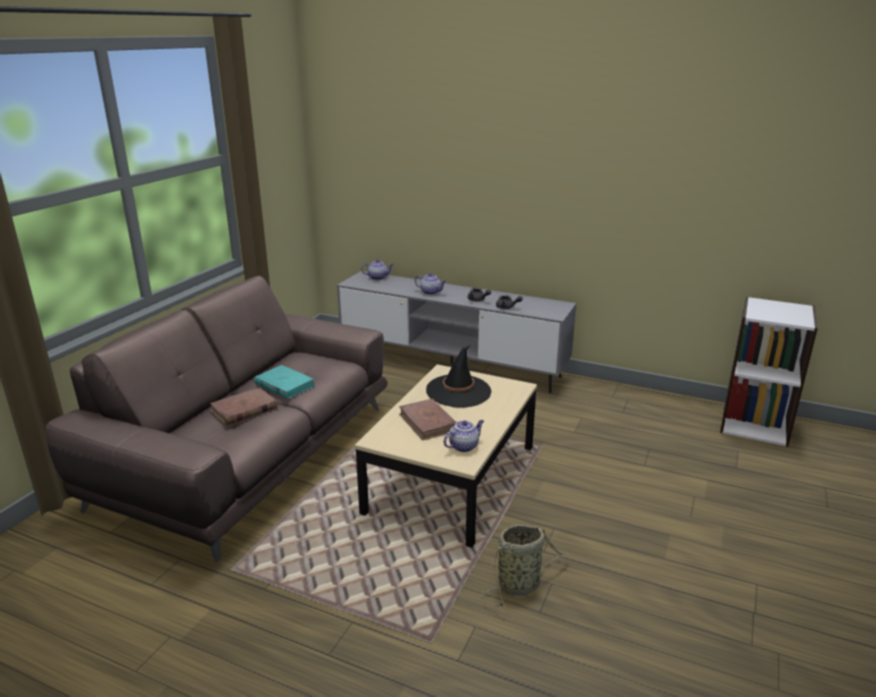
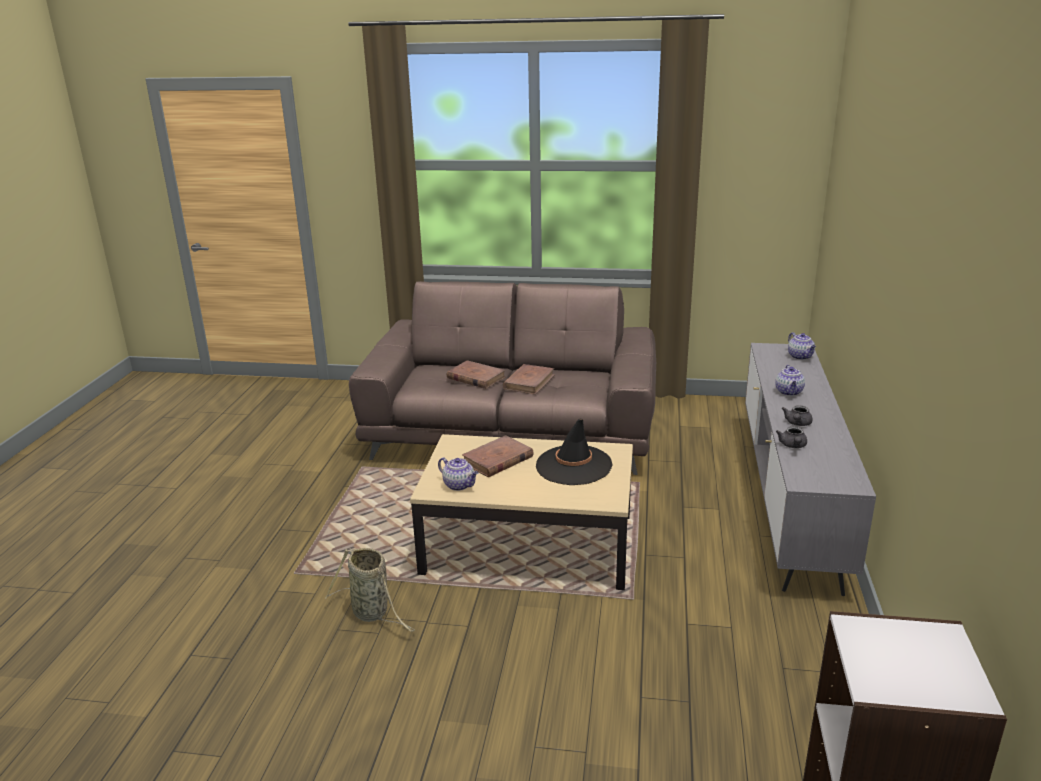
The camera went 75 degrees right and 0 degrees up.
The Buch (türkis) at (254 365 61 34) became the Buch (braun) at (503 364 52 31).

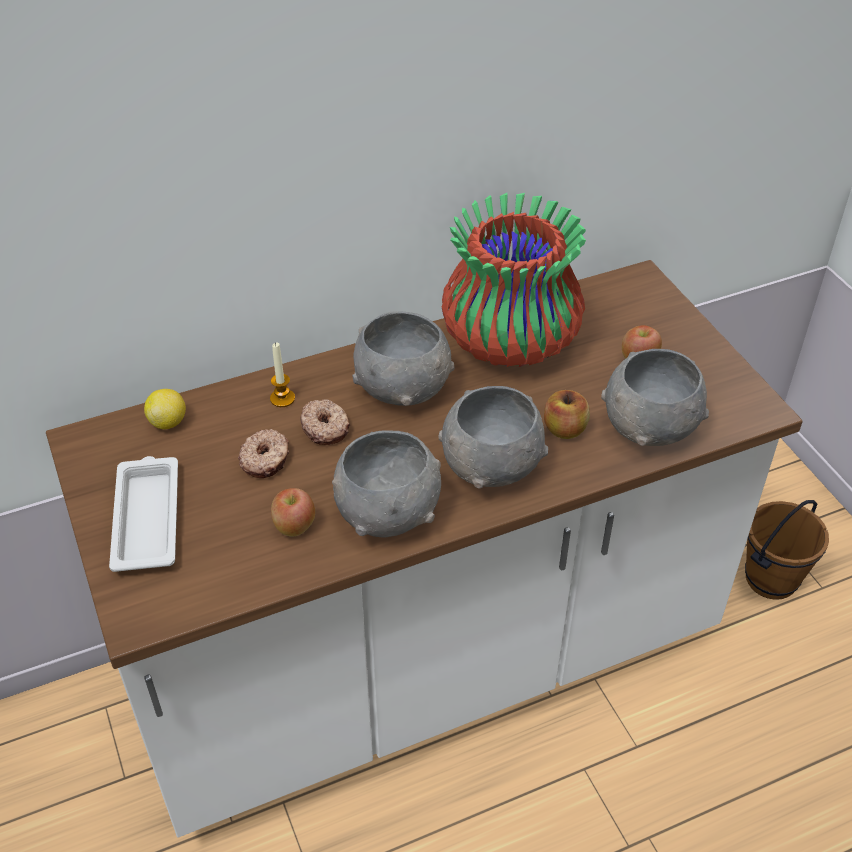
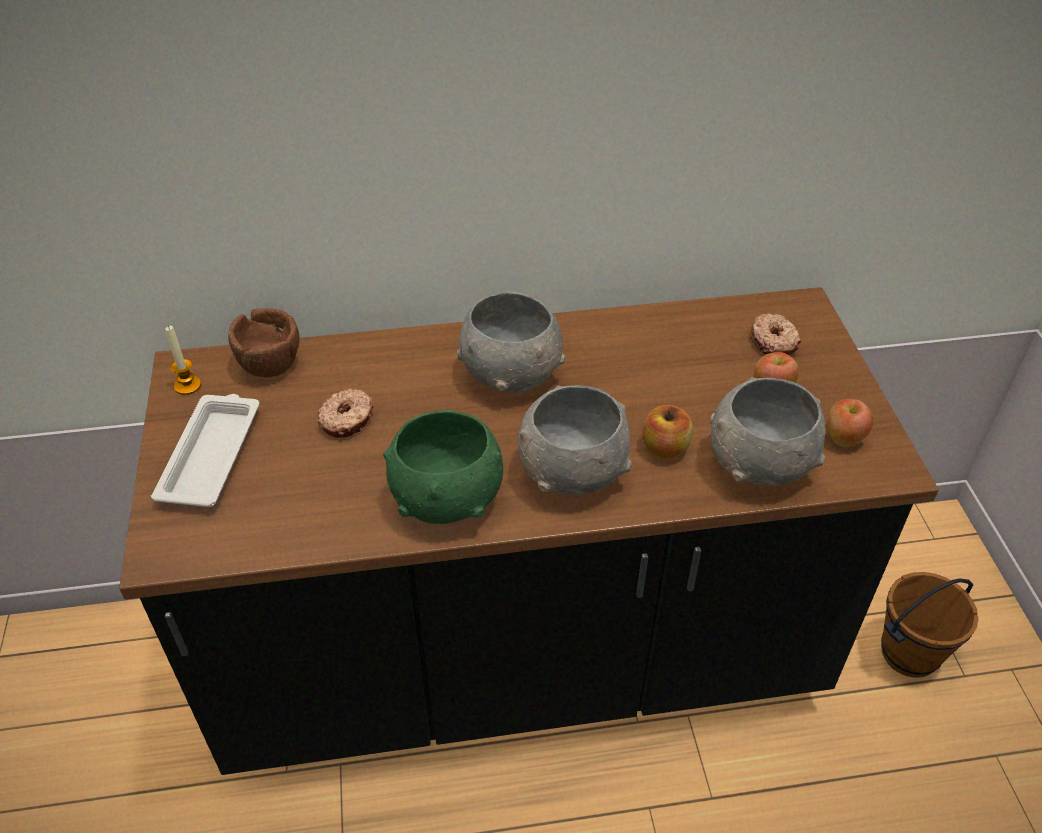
The camera went 15 degrees right and 0 degrees up.
The Küchenzeile (weiß) at (46 260 757 577) became the Küchenzeile (schwarz) at (119 287 820 488).
The Kerze moved from (270 342 25 65) to (165 325 36 70).
The Zitrone at (144 389 42 40) was replaced by the Schüssel (braun) at (228 308 72 70).
The Schüssel (grau) at (332 430 109 108) became the Schüssel (grün) at (383 410 120 114).
The Donut moved from (300 399 50 46) to (751 313 50 42).
The Apfel moved from (271 488 44 49) to (827 399 46 48).
The Vase at (442 193 144 174) disappeared.

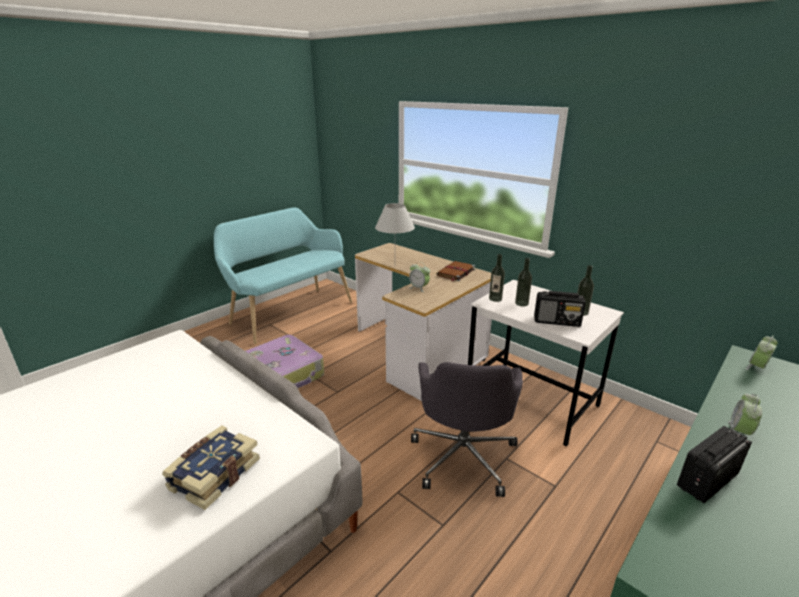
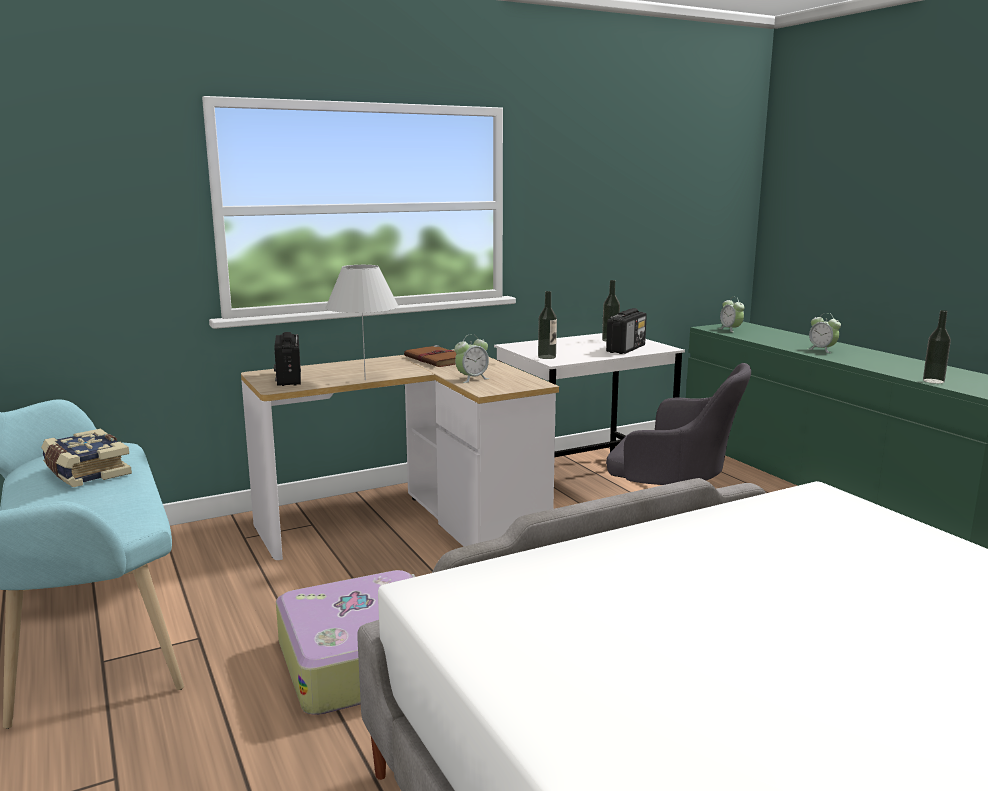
The camera went 70 degrees left and 10 degrees down.
The Buch moved from (162 425 98 85) to (41 429 91 58).
The Radio moved from (677 426 75 77) to (274 332 27 54).
The Flasche moved from (515 258 17 48) to (923 310 28 74).

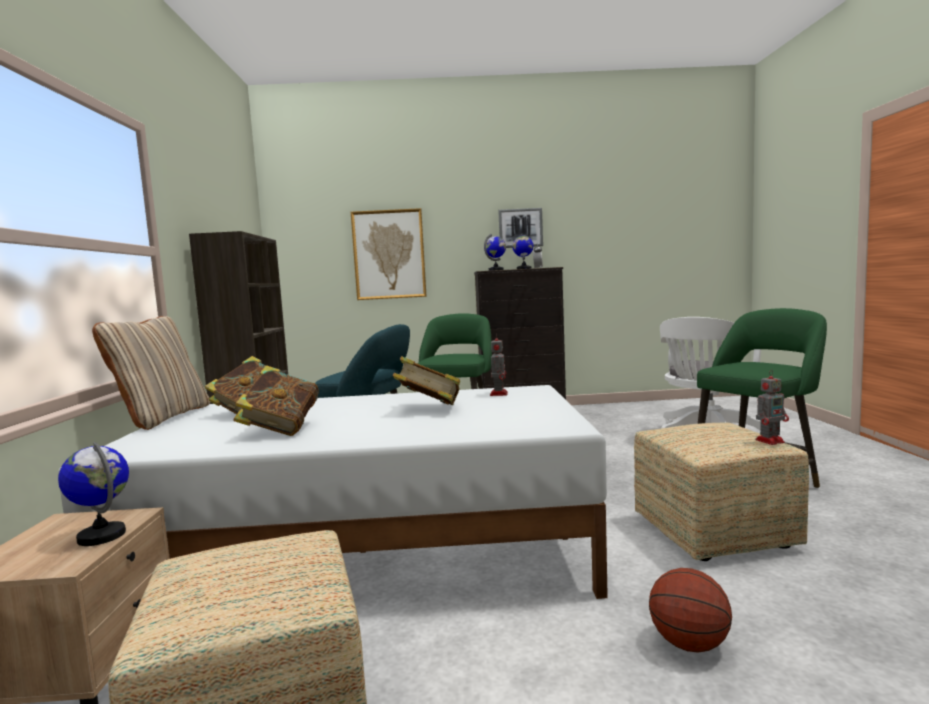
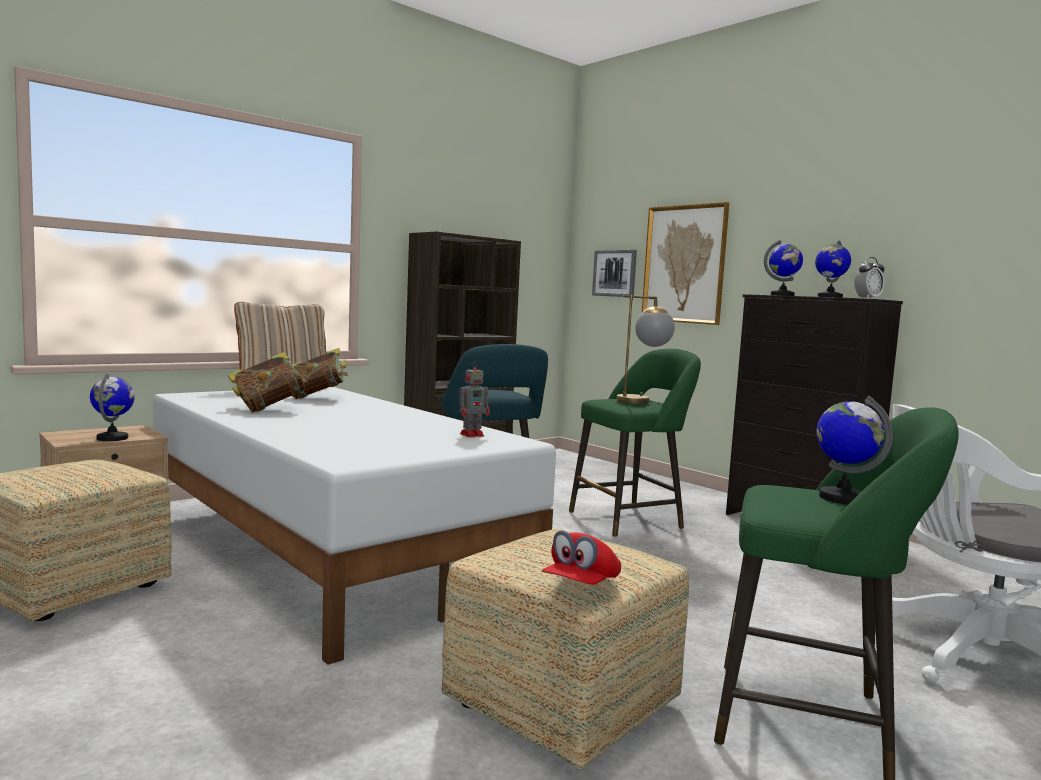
The camera went 50 degrees right and 0 degrees up.
The Spielzeugroboter at (755 370 34 75) was replaced by the Kappe (rot) at (542 531 79 54).
The Bild moved from (498 208 45 40) to (592 250 45 47).
The Tischlampe at (616 295 59 109) appeared.
The Globus at (816 396 77 108) appeared.
The Buch at (393 356 67 49) disappeared.
The Basketball at (649 568 83 85) disappeared.

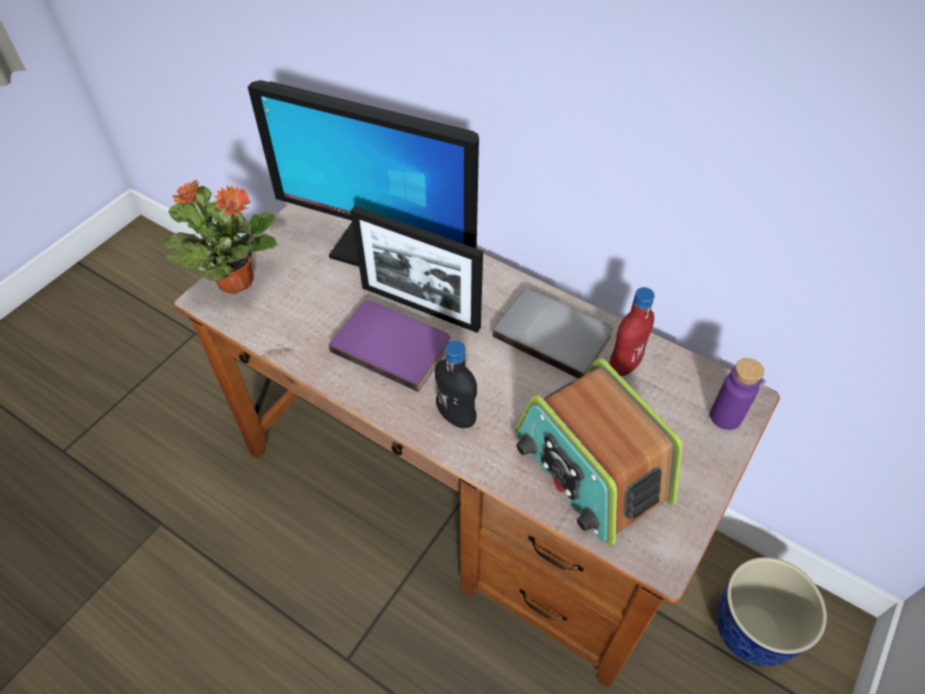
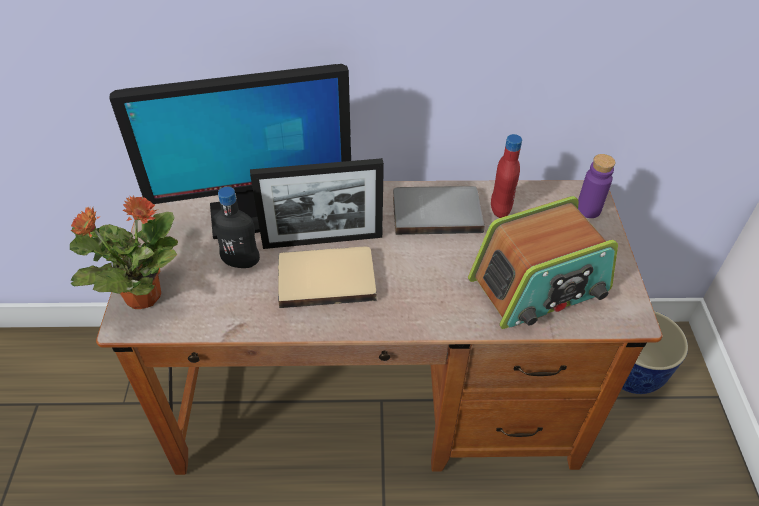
The camera went 35 degrees left and 5 degrees down.
The Flasche (schwarz) moved from (435 340 42 88) to (212 187 48 81).
The Buch (lila) at (328 300 122 92) became the Buch (beige) at (278 247 99 61).
The Radio at (516 358 167 189) turned 45 degrees counterclockwise.

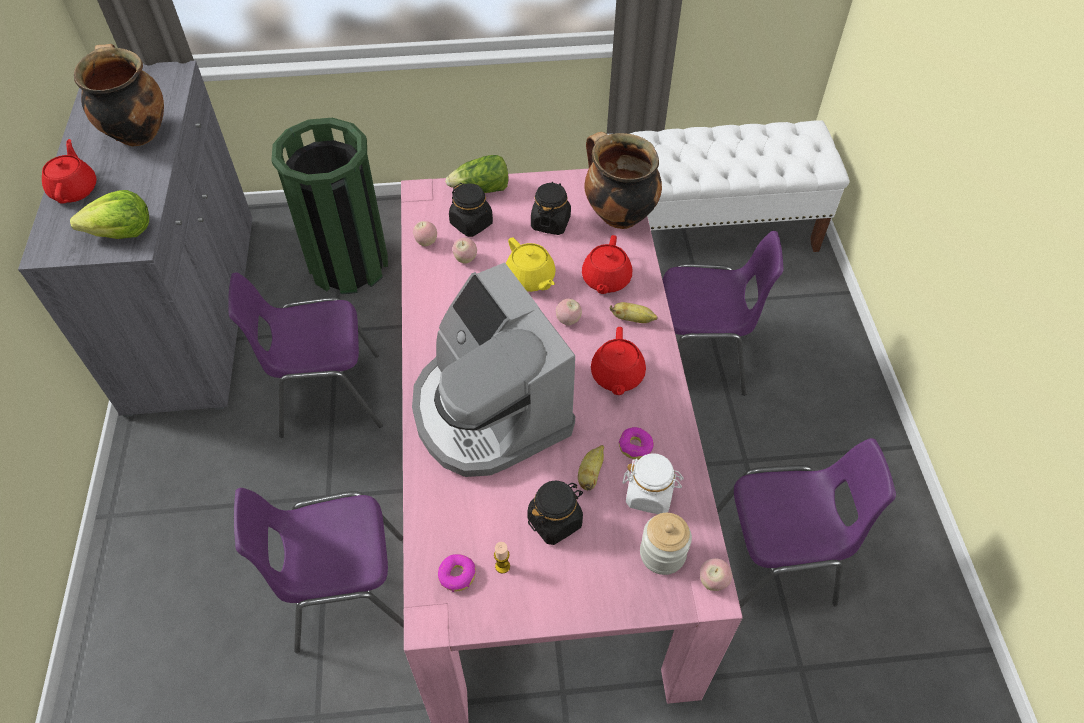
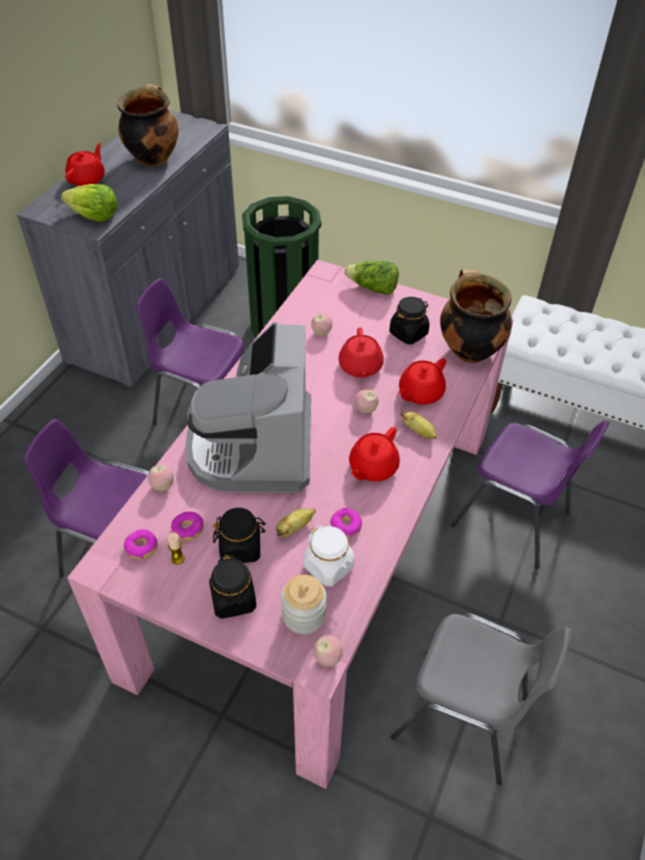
The camera went 30 degrees right and 5 degrees down.
The Apfel moved from (413 221 24 25) to (148 465 26 26).
The Donut at (171 511 33 29) appeared.
The Vorratsglas (schwarz) moved from (449 183 44 54) to (209 555 47 64).
The Teekanne (gelb) at (506 237 50 55) became the Teekanne (rot) at (338 327 46 51).
The Stuhl (lila) at (716 438 180 170) became the Stuhl (grau) at (391 613 181 172).

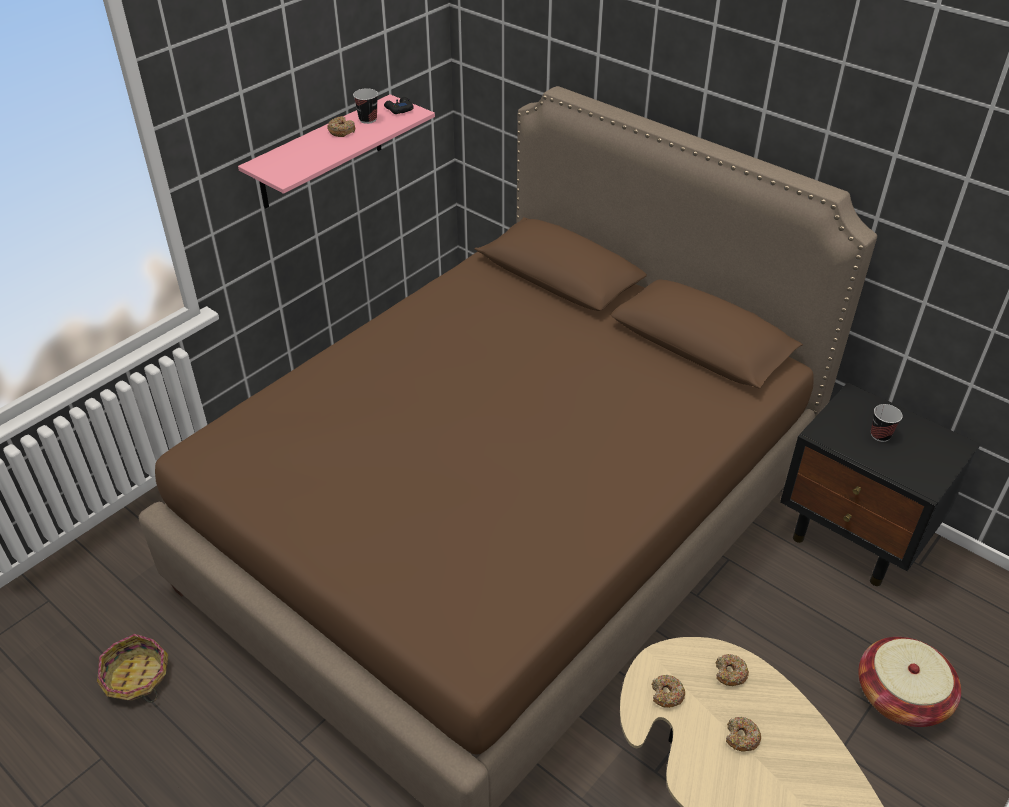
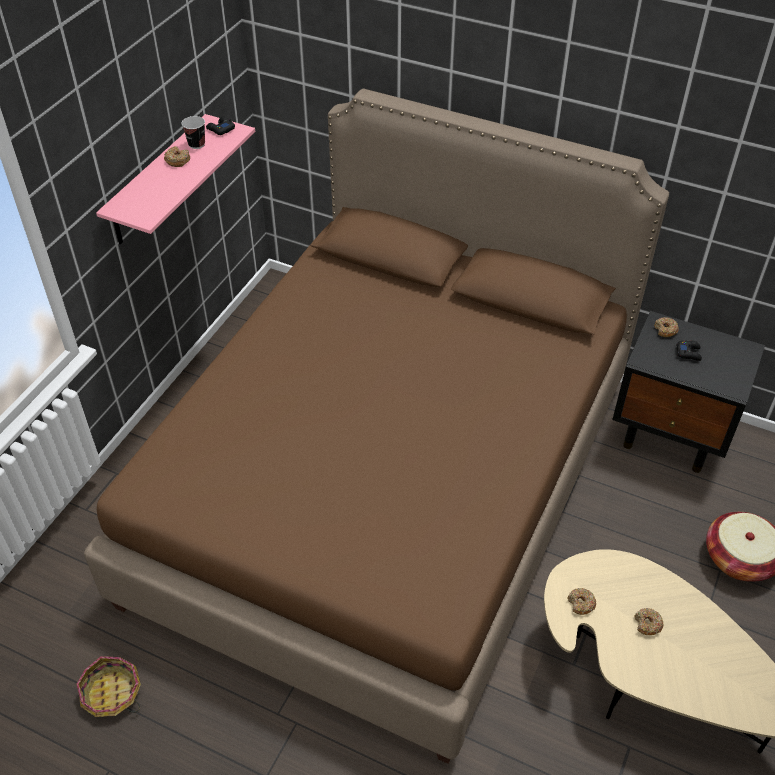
The camera went 15 degrees left and 5 degrees up.
The Donut moved from (716 654 33 32) to (654 317 25 20).
The Tasse at (871 404 32 38) was replaced by the Gamepad (schwarz) at (676 341 26 20).

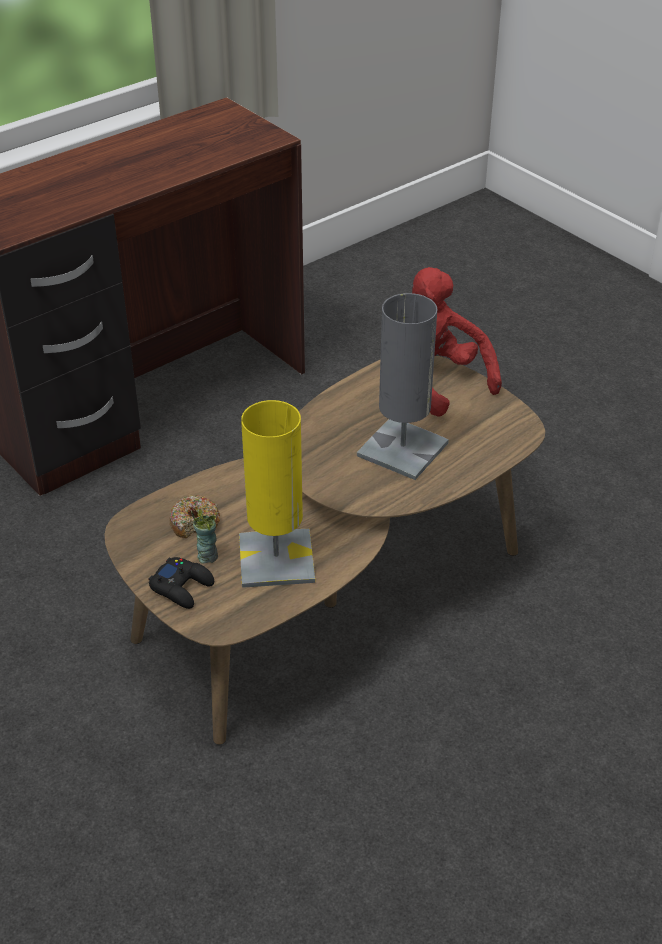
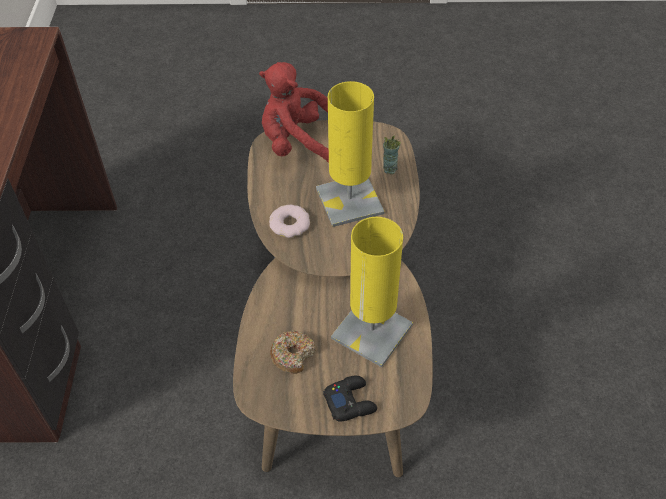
The camera went 50 degrees left and 10 degrees up.
The Donut at (269 205 41 33) appeared.
The Tischlampe (grau) at (357 293 92 187) became the Tischlampe (gelb) at (316 81 68 146).
The Tasse moved from (191 509 27 55) to (383 136 18 38).

